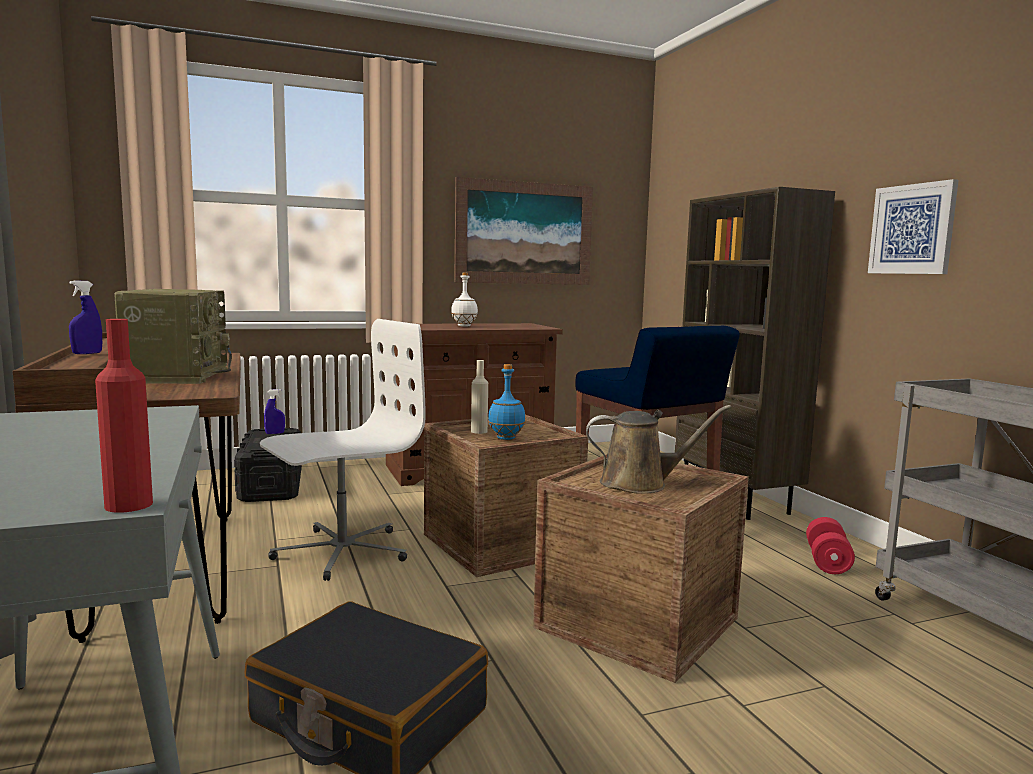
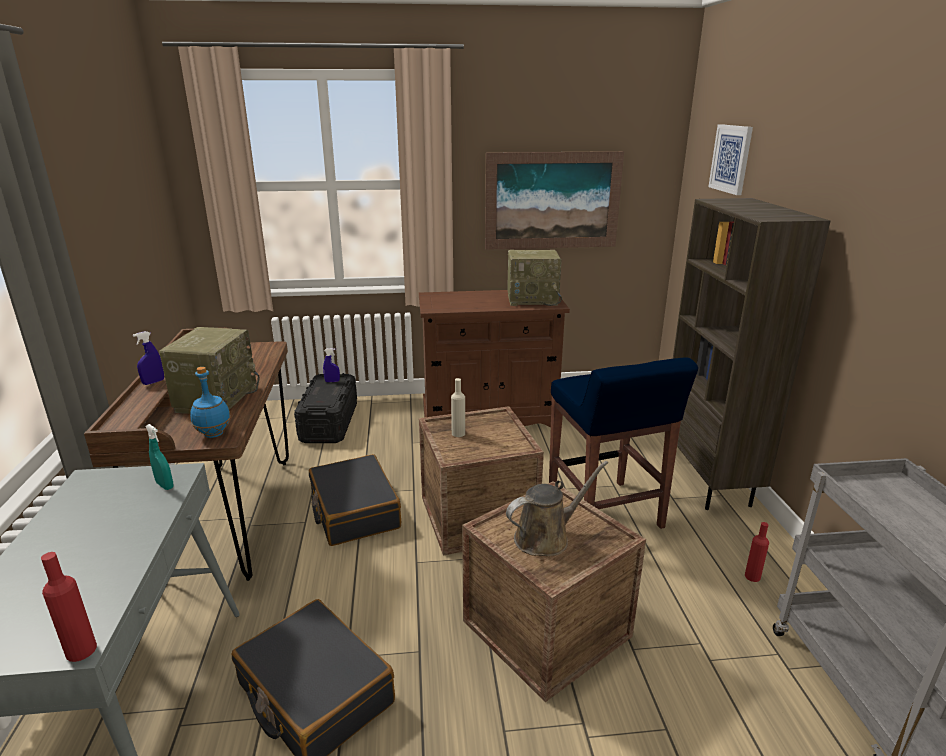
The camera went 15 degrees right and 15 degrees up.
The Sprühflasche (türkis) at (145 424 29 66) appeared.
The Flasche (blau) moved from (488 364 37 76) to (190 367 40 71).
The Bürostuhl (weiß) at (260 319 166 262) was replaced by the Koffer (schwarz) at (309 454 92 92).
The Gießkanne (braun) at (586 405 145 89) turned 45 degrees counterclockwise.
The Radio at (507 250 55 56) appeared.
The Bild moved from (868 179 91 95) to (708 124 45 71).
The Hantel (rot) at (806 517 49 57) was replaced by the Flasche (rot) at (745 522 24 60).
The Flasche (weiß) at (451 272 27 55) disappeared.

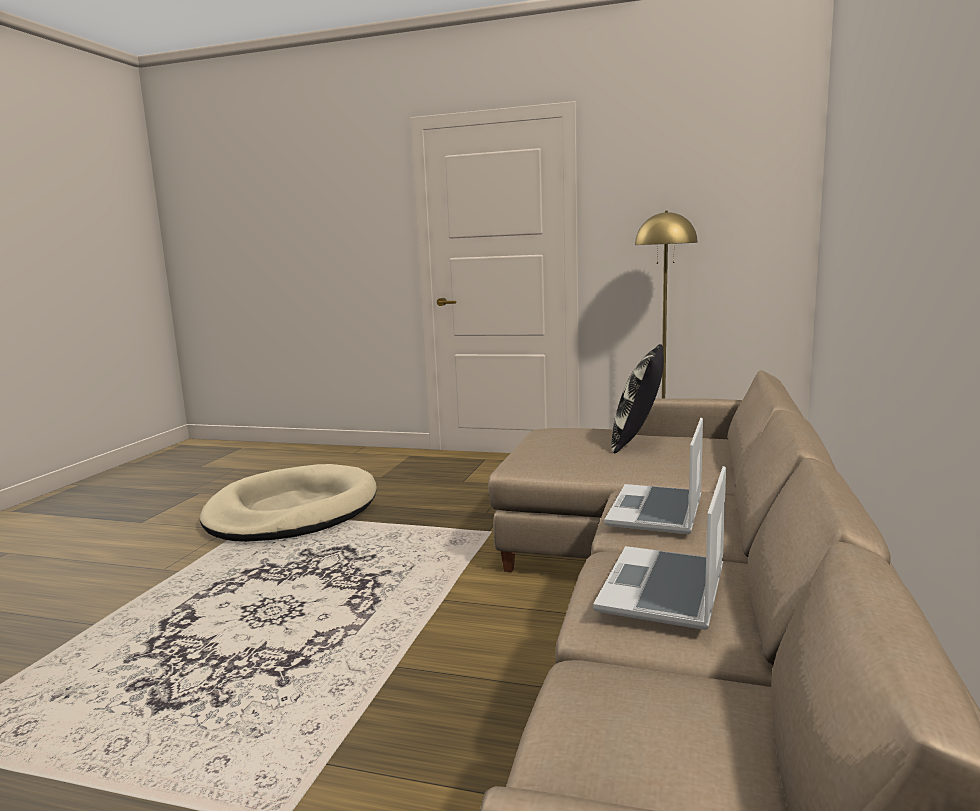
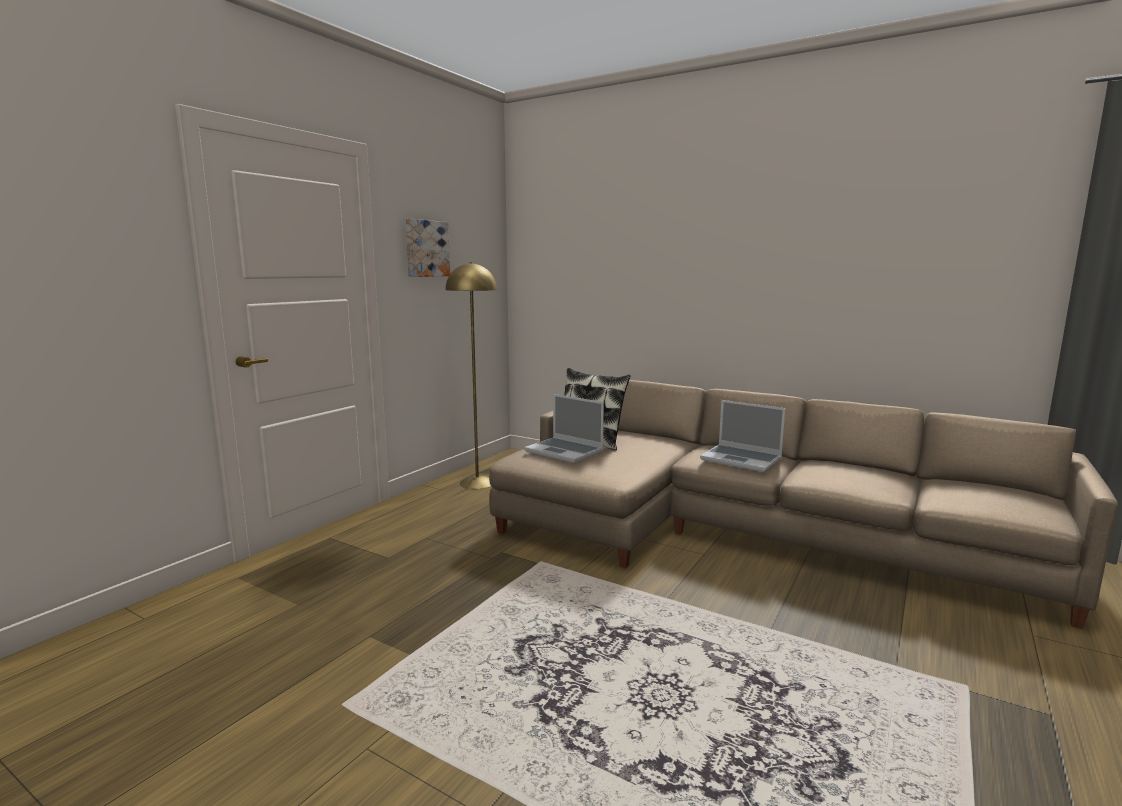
The camera went 75 degrees left and 0 degrees up.
The Bild at (405 219 45 58) appeared.
The Laptop moved from (593 466 133 164) to (524 394 80 69).
The Hundebett (beige) at (200 464 177 78) disappeared.

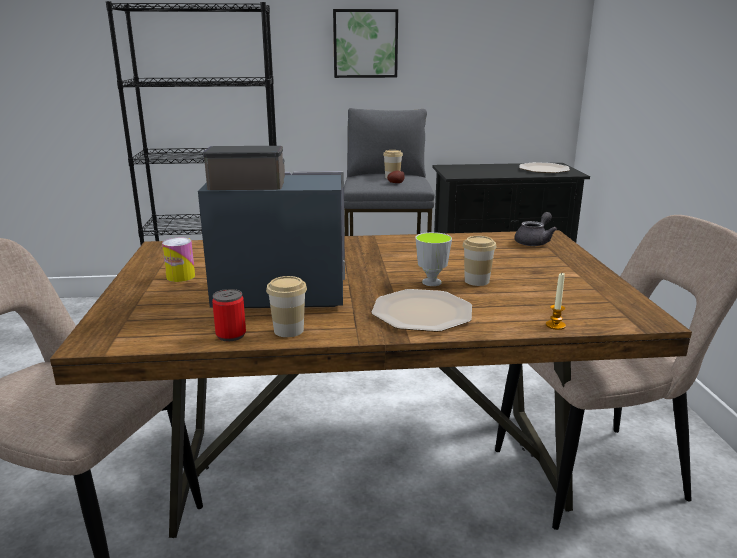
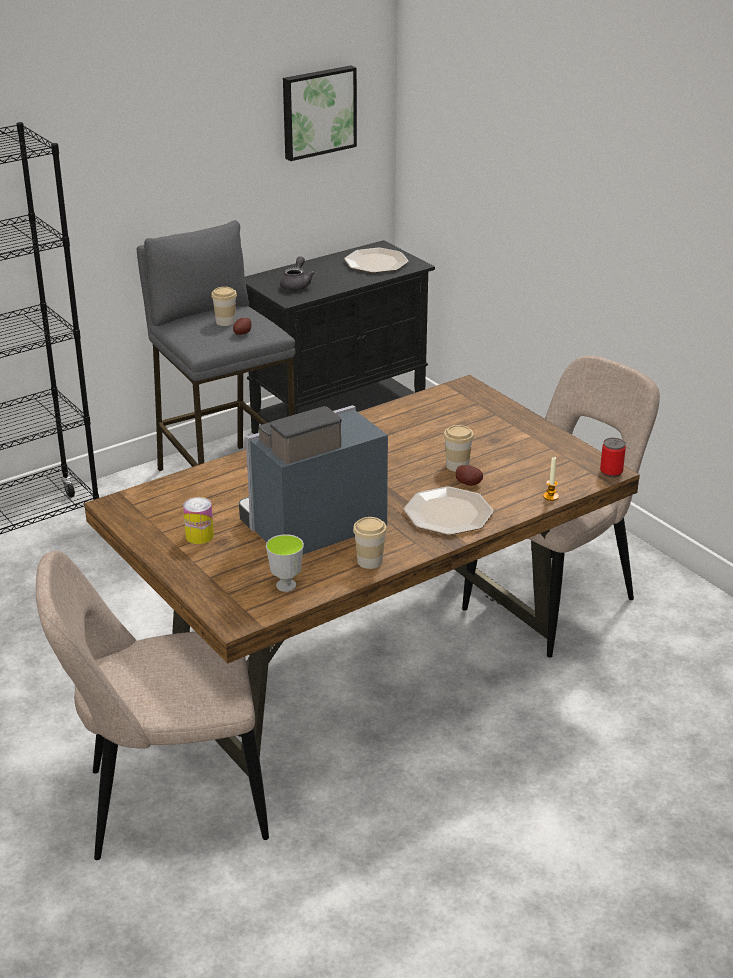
The camera went 30 degrees left and 10 degrees up.
The Tasse moved from (415 232 37 54) to (266 534 38 58).
The Teekanne (grau) moved from (514 212 43 34) to (280 256 35 35).
The Bild moved from (333 9 65 69) to (283 65 74 96).
The Kartoffel at (456 465 27 21) appeared.
The Dose moved from (212 289 34 52) to (600 438 26 39).

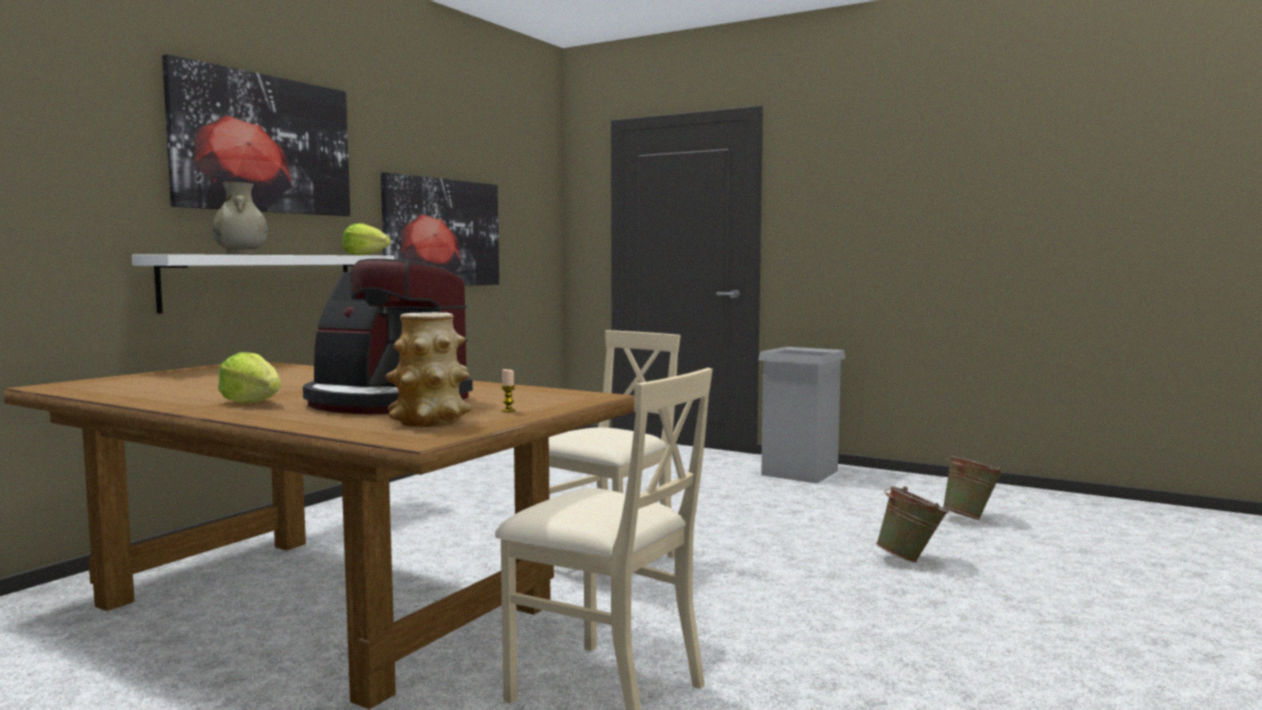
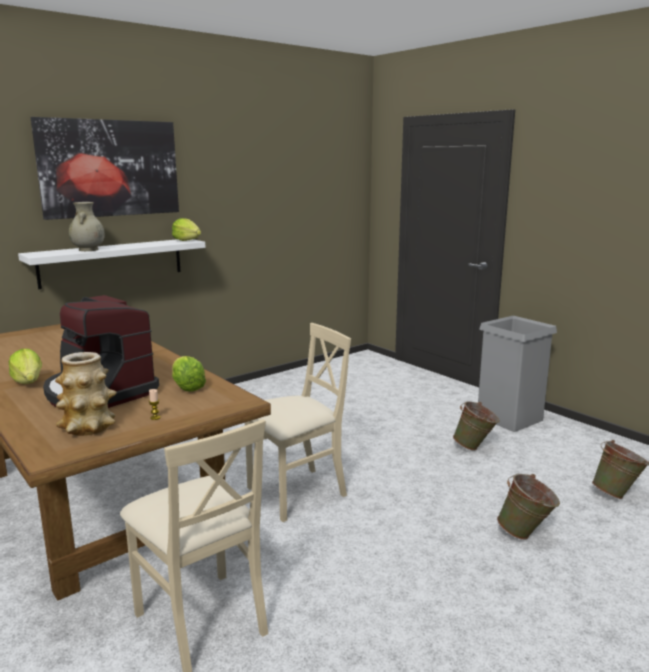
The camera went 20 degrees right and 10 degrees up.
The Salatkopf at (172 356 34 36) appeared.
The Eimer (grün) at (453 401 47 50) appeared.
The Bild at (381 172 118 114) disappeared.

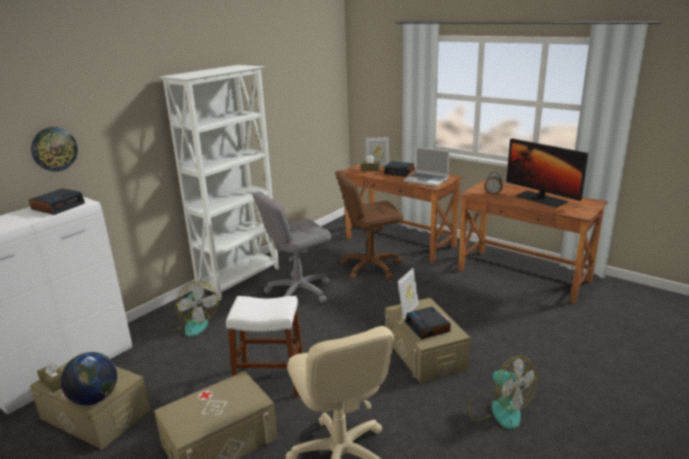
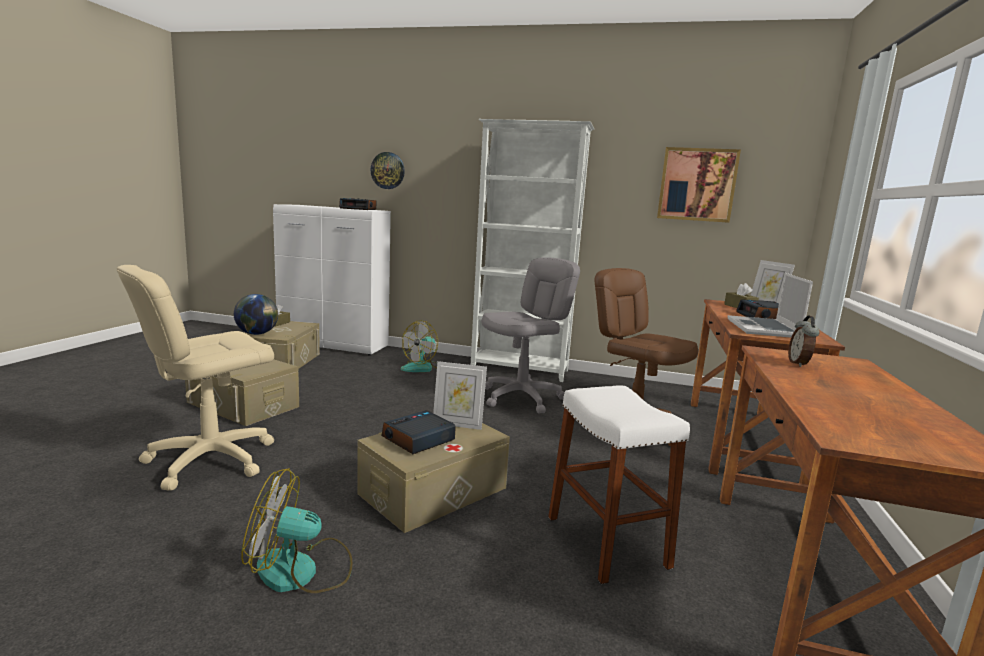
The camera went 65 degrees right and 10 degrees down.
The Ventilator at (468 355 69 75) turned 60 degrees clockwise.
The Bürostuhl (grau) at (252 191 79 112) turned 105 degrees clockwise.
The Hocker (weiß) moved from (226 296 77 101) to (548 385 142 199).
The Bild at (657 147 84 76) appeared.
The Monitor at (506 138 83 70) disappeared.

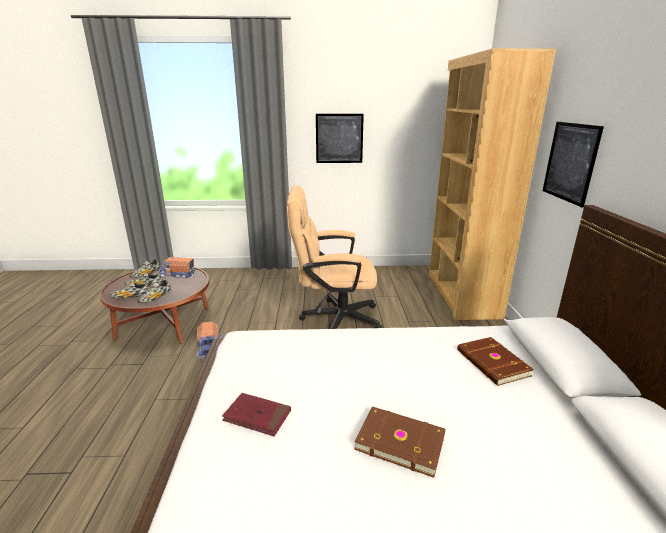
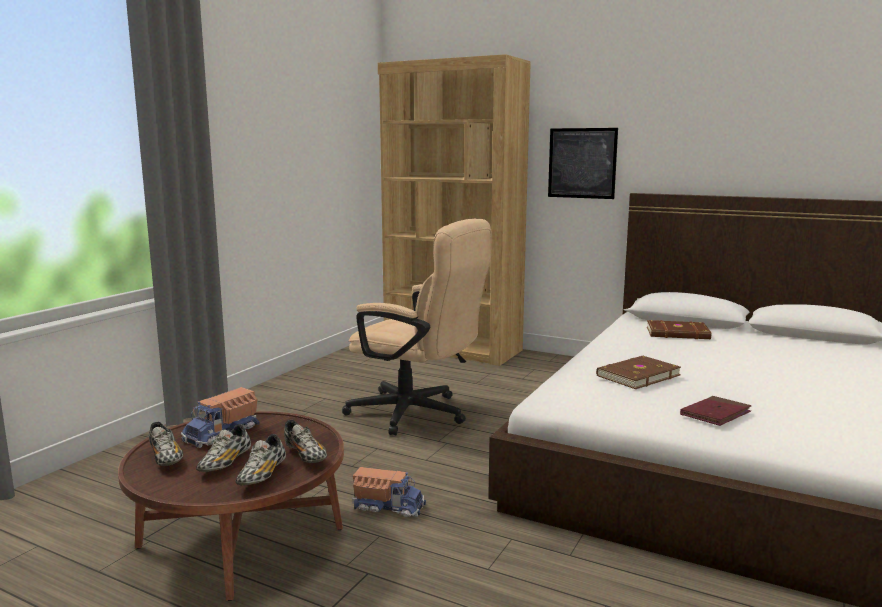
The camera went 60 degrees left and 10 degrees down.
The Bürostuhl (beige) at (287 186 95 143) turned 90 degrees counterclockwise.
The Buch (braun) moved from (354 406 91 72) to (596 356 85 33).
The Bild at (316 114 48 49) disappeared.

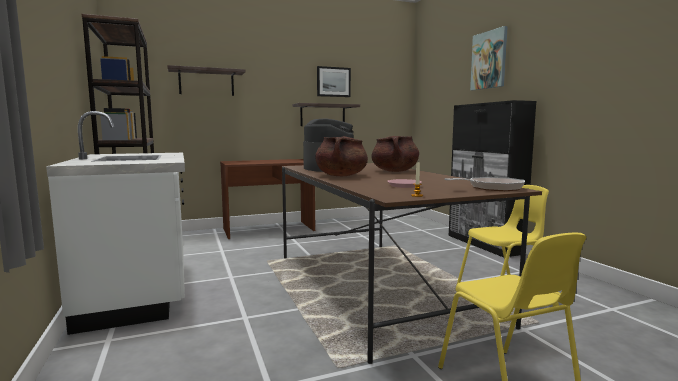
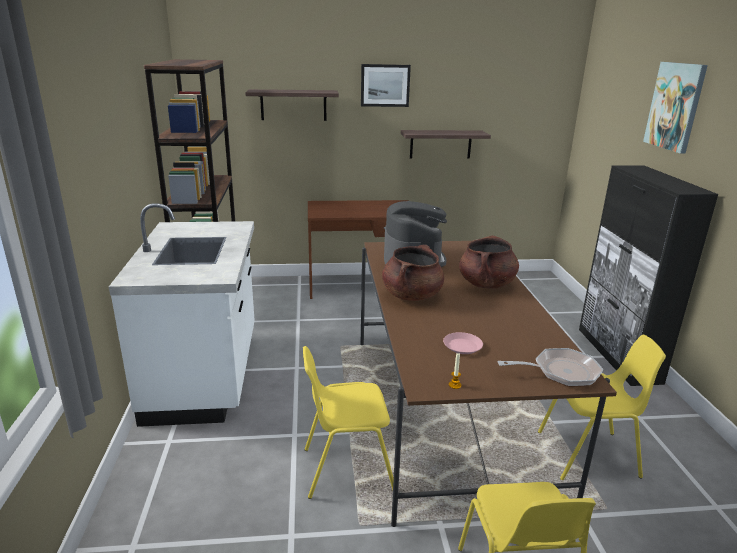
The camera went 15 degrees right and 15 degrees up.
The Stuhl (gelb) at (303 346 91 153) appeared.
The Bild moved from (317 66 34 31) to (361 64 50 43).

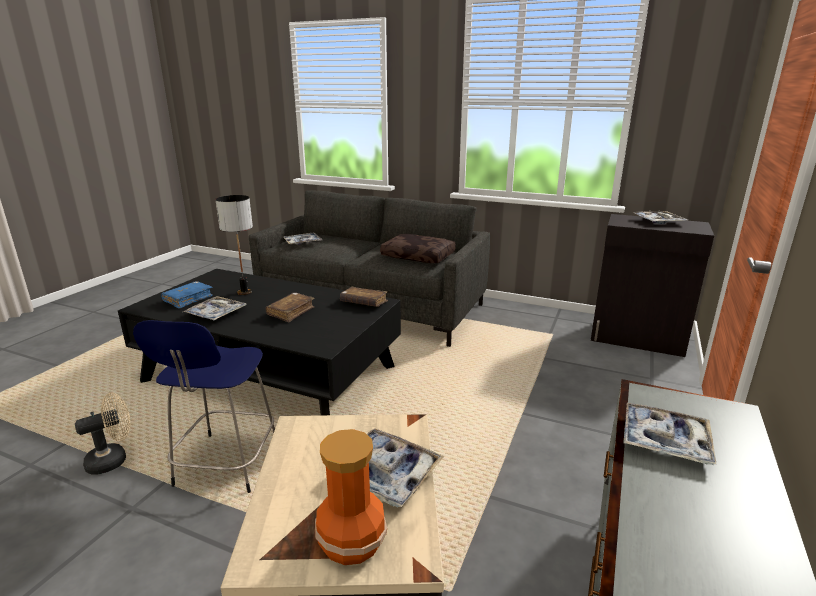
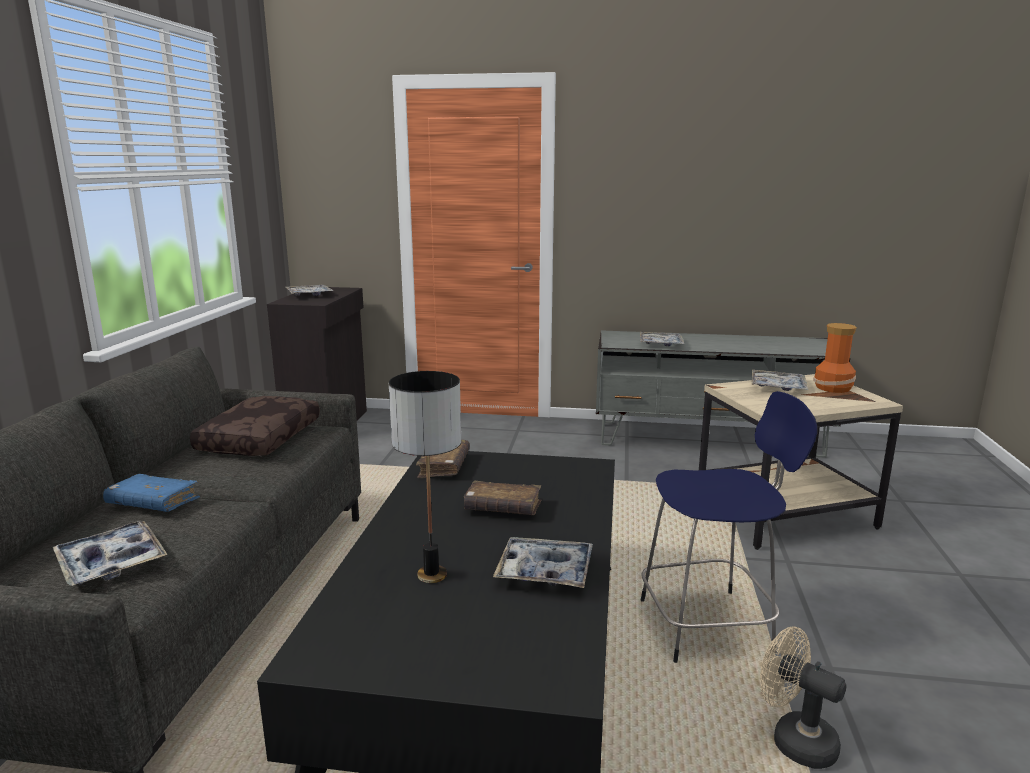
The camera went 105 degrees left and 5 degrees down.
The Buch (blau) moved from (161 281 52 28) to (103 474 97 38).

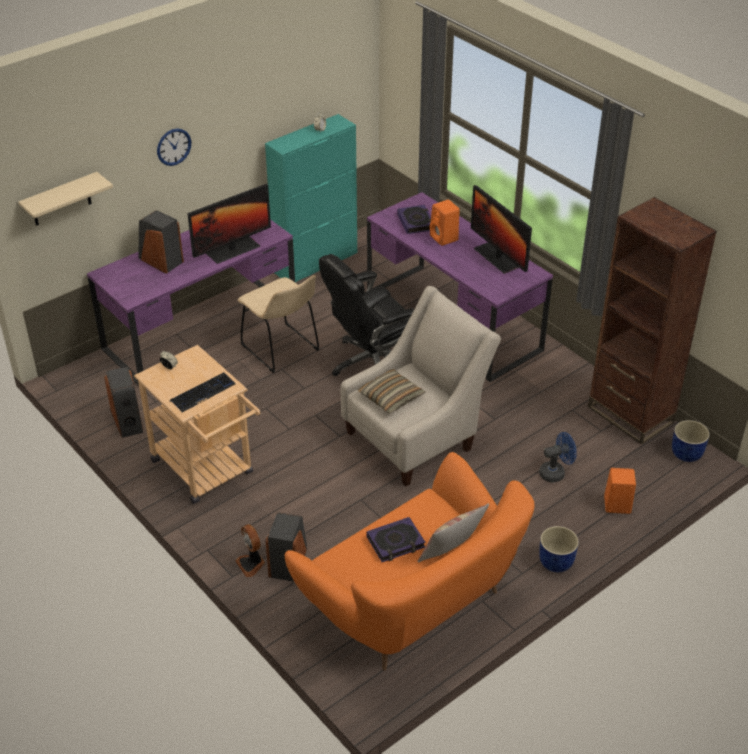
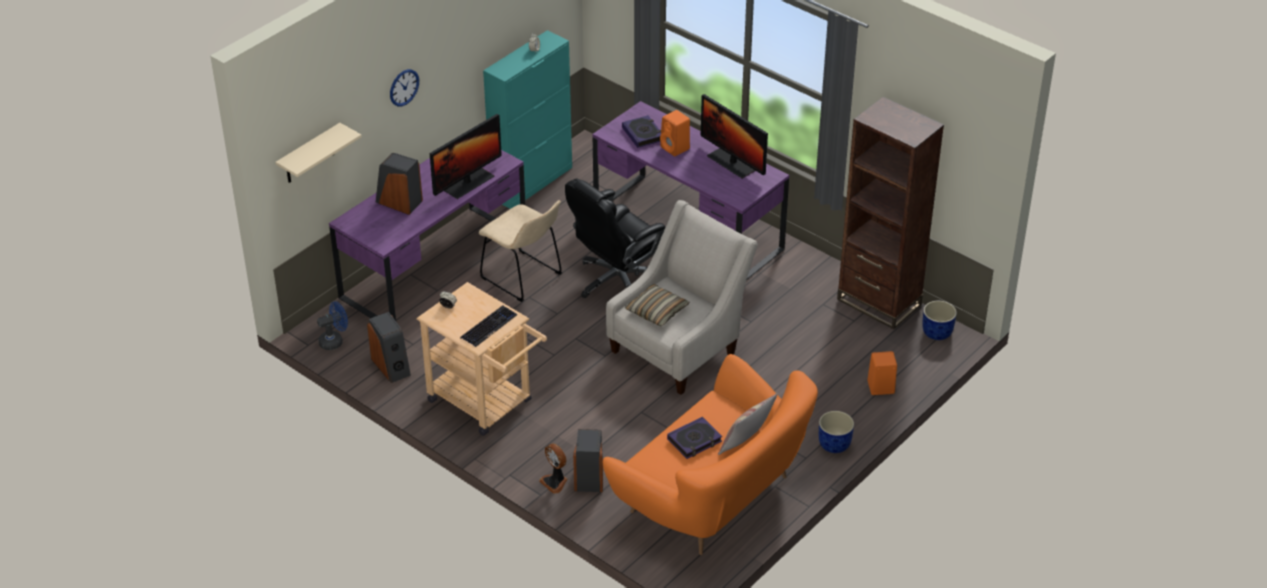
The camera went 10 degrees left and 0 degrees up.
The Ventilator (blau) moved from (539 432 38 50) to (317 301 31 49).

